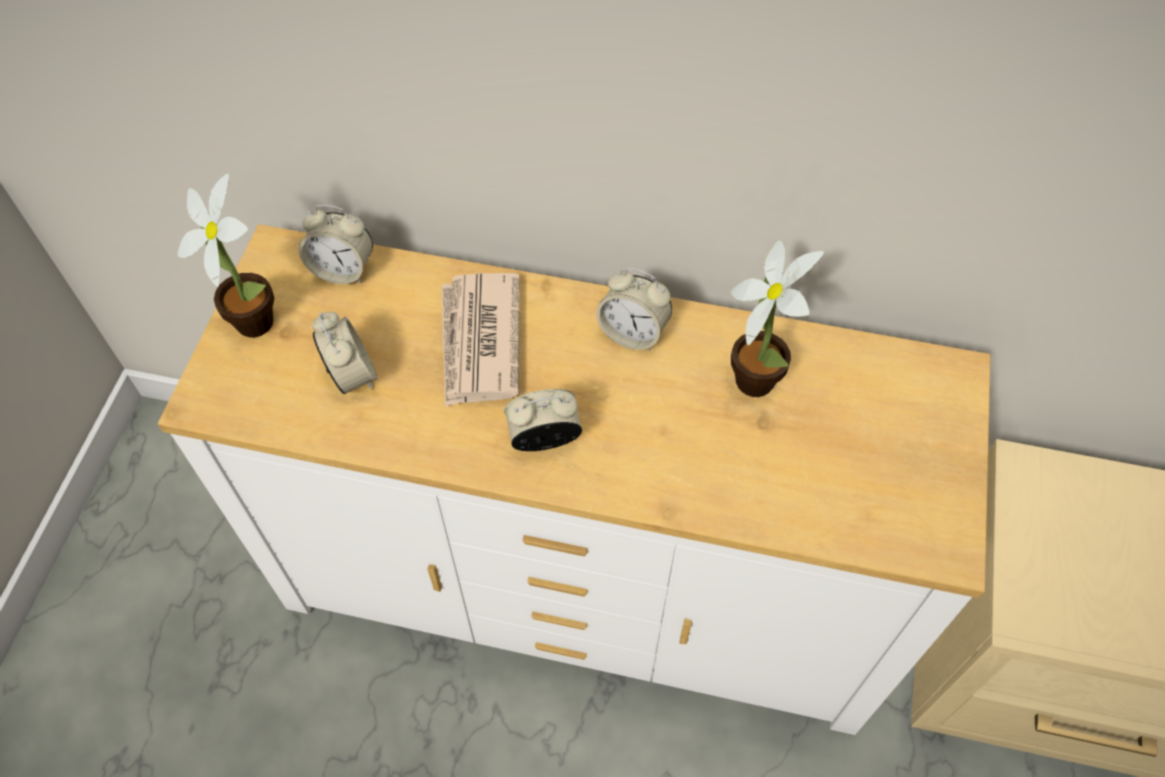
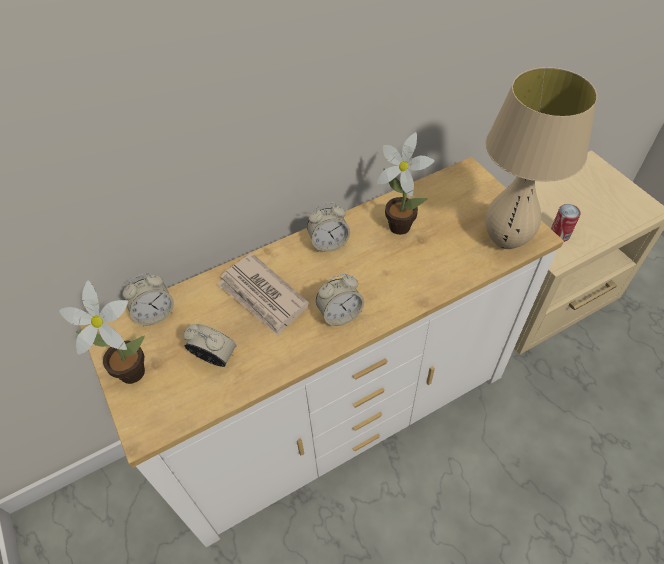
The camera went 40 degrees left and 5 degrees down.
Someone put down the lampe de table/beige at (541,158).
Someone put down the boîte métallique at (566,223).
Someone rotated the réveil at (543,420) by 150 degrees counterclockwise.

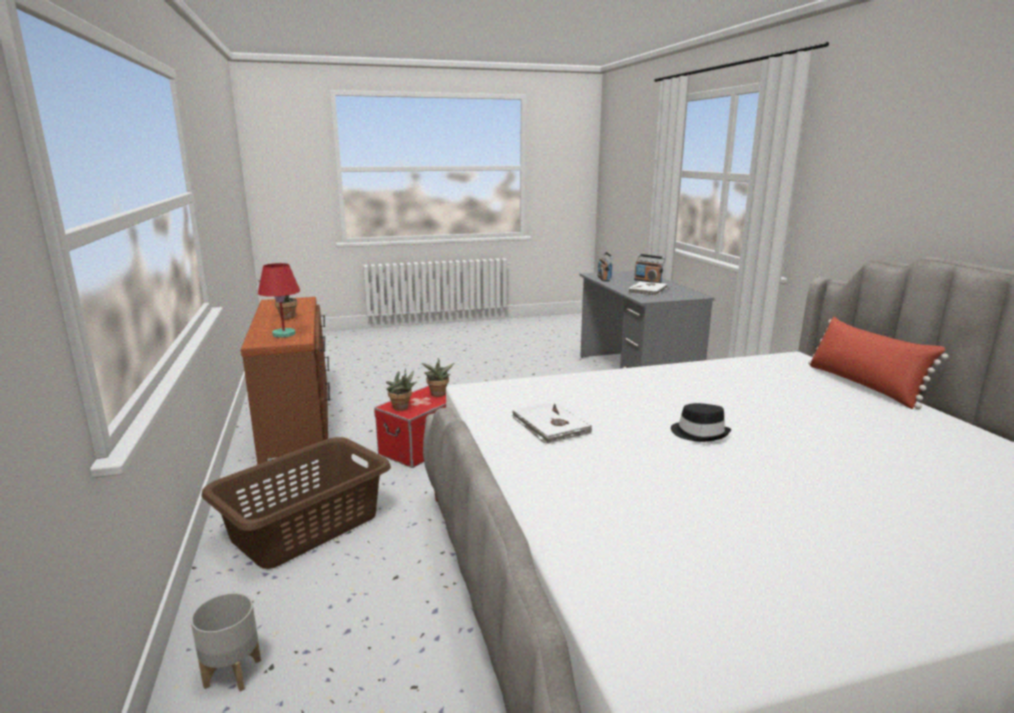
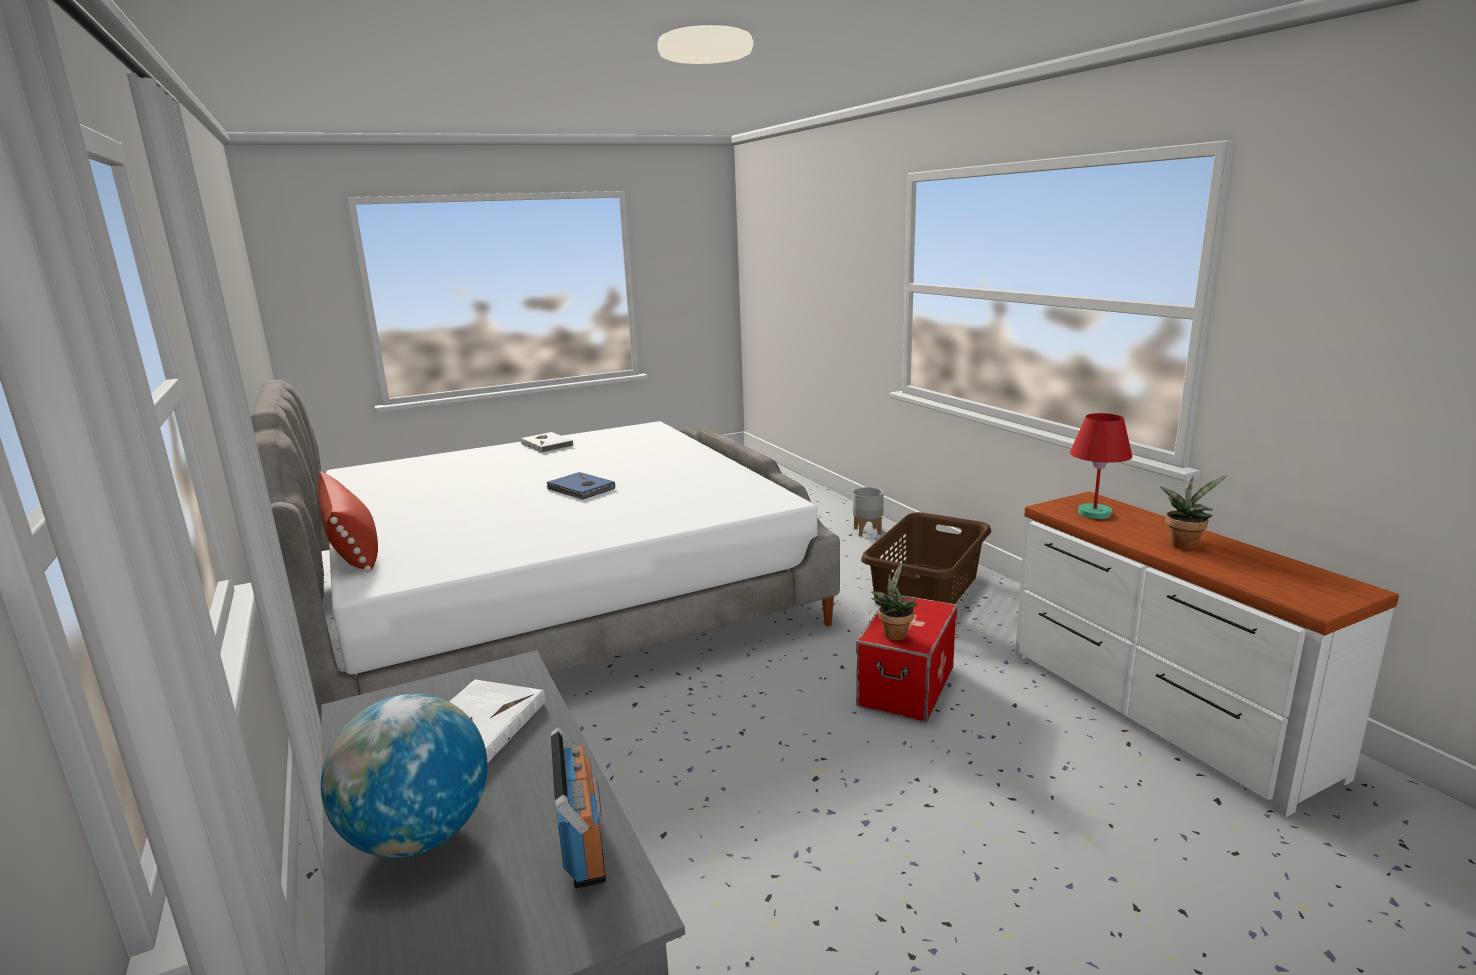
The camera went 170 degrees right and 0 degrees up.
Someone took away the plante en pot at (401,389).
Someone carried the livre/blanc from (552,422) to (547,442).
Someone swapped the radio at (650,268) for the globe at (404,776).
Someone swapped the chapeau/noir at (701,422) for the livre/bleu at (580,486).
Someone repainted the commode/marron at (285,381), which became the commode/blanc at (1207,654).

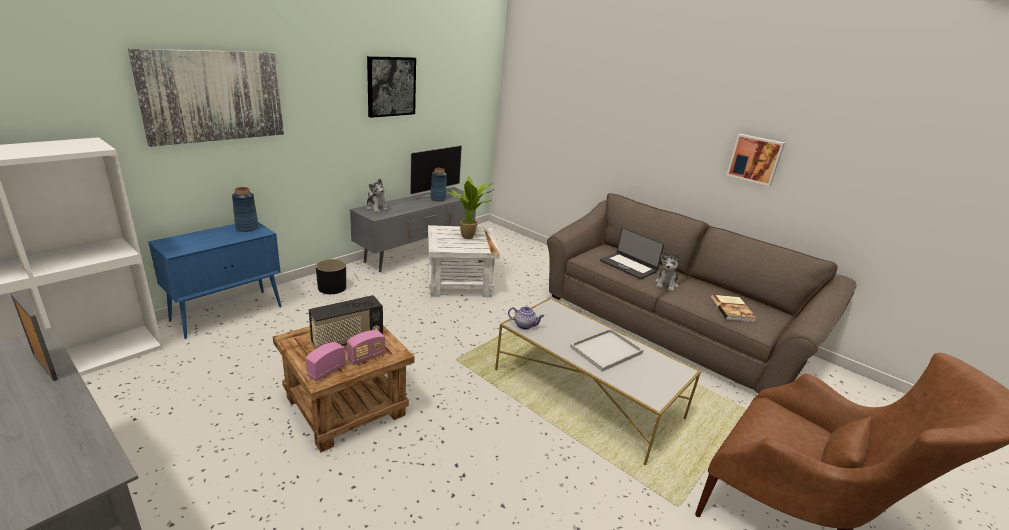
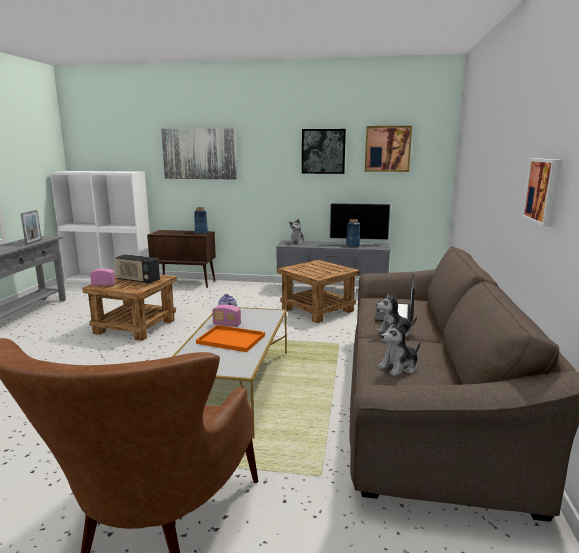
The camera went 60 degrees right and 10 degrees down.
Someone took away the cache-pot/noir at (331,276).
Someone took away the plante en pot at (470,207).
Someone put up the tableau at (388,149).
Someone carried the radio from (366,347) to (226,315).
Someone swapped the livre at (734,308) for the peluche at (399,348).
Someone repainted the meuble de rangement/bleu at (214,280), which became the meuble de rangement/marron at (181,259).
Someone repainted the table d'appoint/blanc at (464,261), which became the table d'appoint/marron at (318,291).
Someone repainted the plateau/blanc at (606,350), which became the plateau/orange at (230,338).

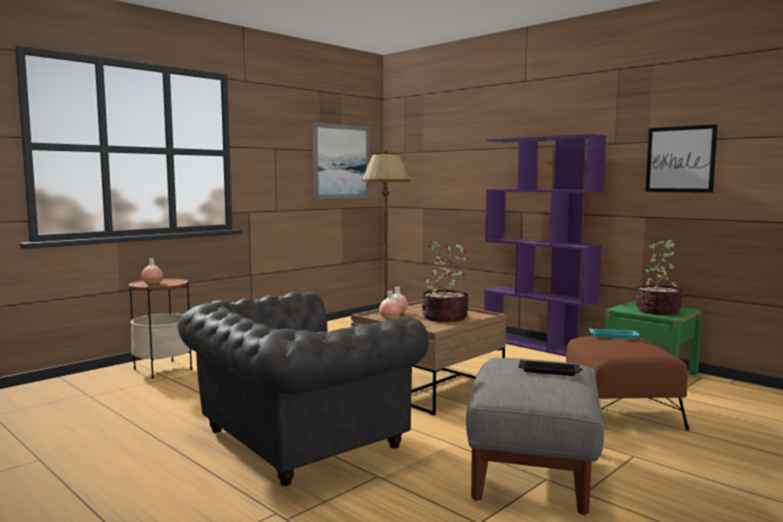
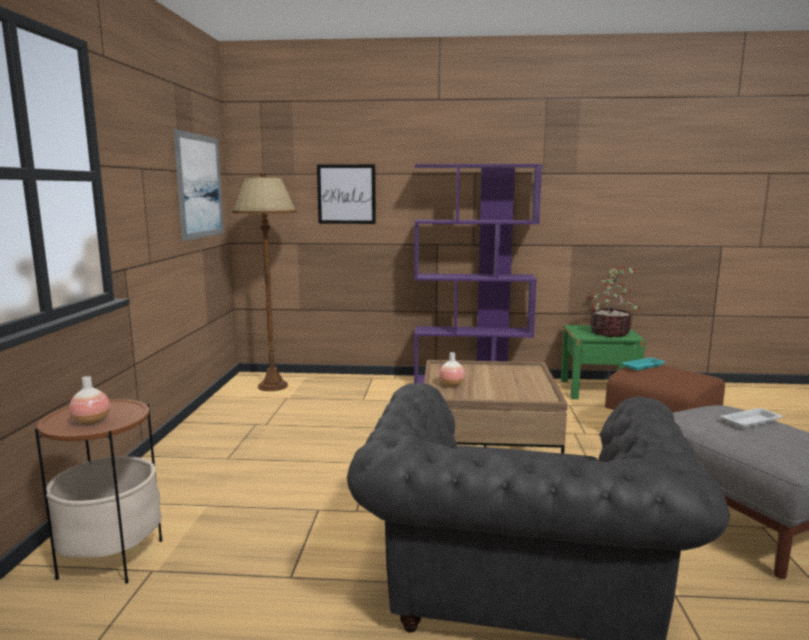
The camera went 40 degrees left and 5 degrees up.
Someone took away the vase at (390,305).
Someone took away the plante en pot at (445,280).
Someone carried the tableau from (682,158) to (346,194).
Someone repainted the plateau/noir at (550,367), which became the plateau/blanc at (752,418).

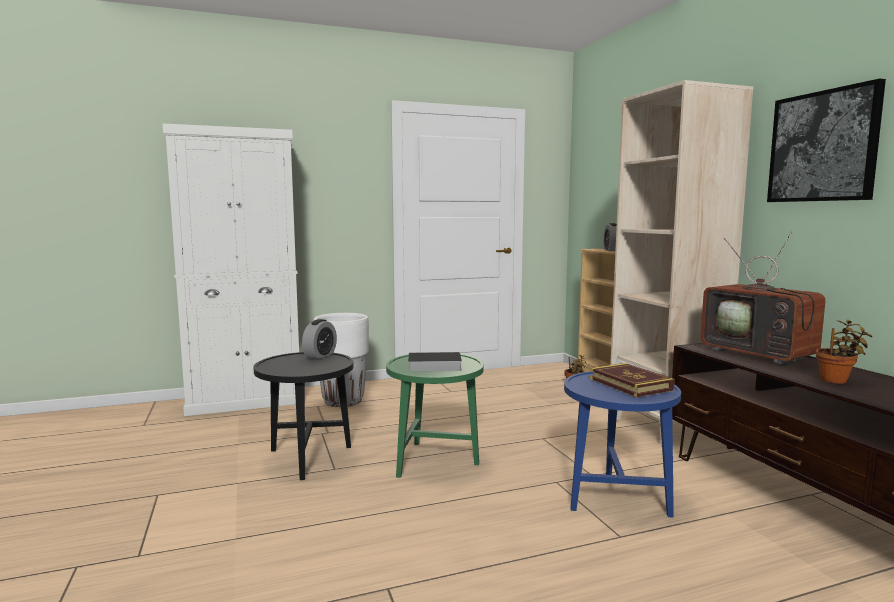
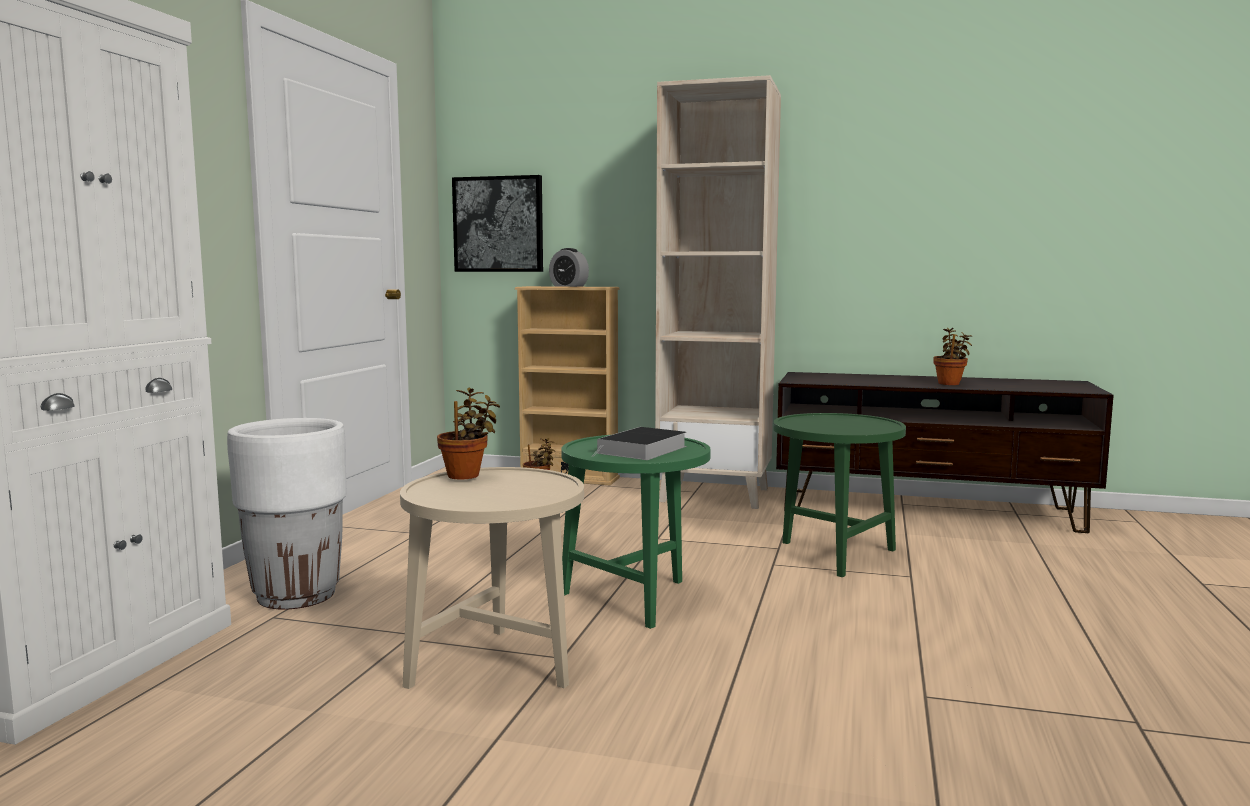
The camera went 55 degrees left and 0 degrees up.
Someone took away the livre at (632,380).
Someone took away the téléviseur at (763,298).
Someone carried the tableau from (826,140) to (497,223).
Someone swapped the réveil at (319,339) for the plante en pot at (468,433).
Someone repainted the table d'appoint/noir at (303,416), which became the table d'appoint/beige at (492,578).
Someone repainted the table d'appoint/bleu at (622,444), which became the table d'appoint/vert at (839,495).

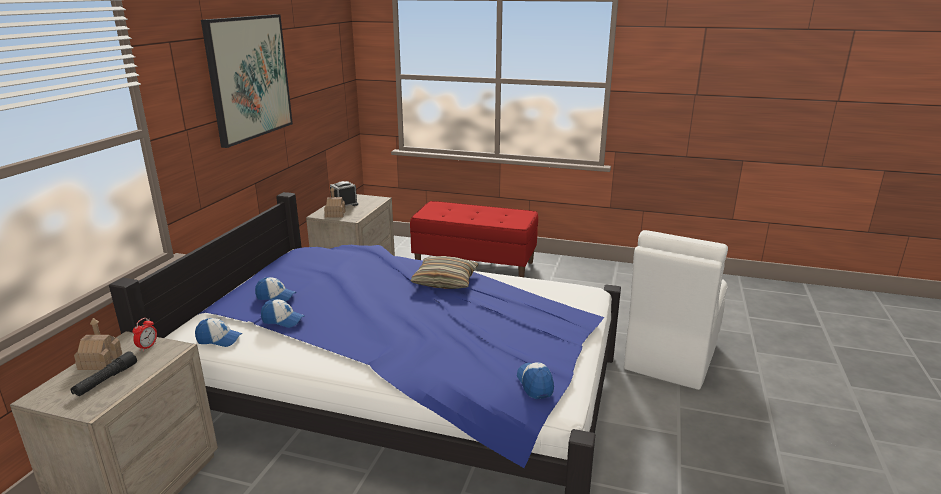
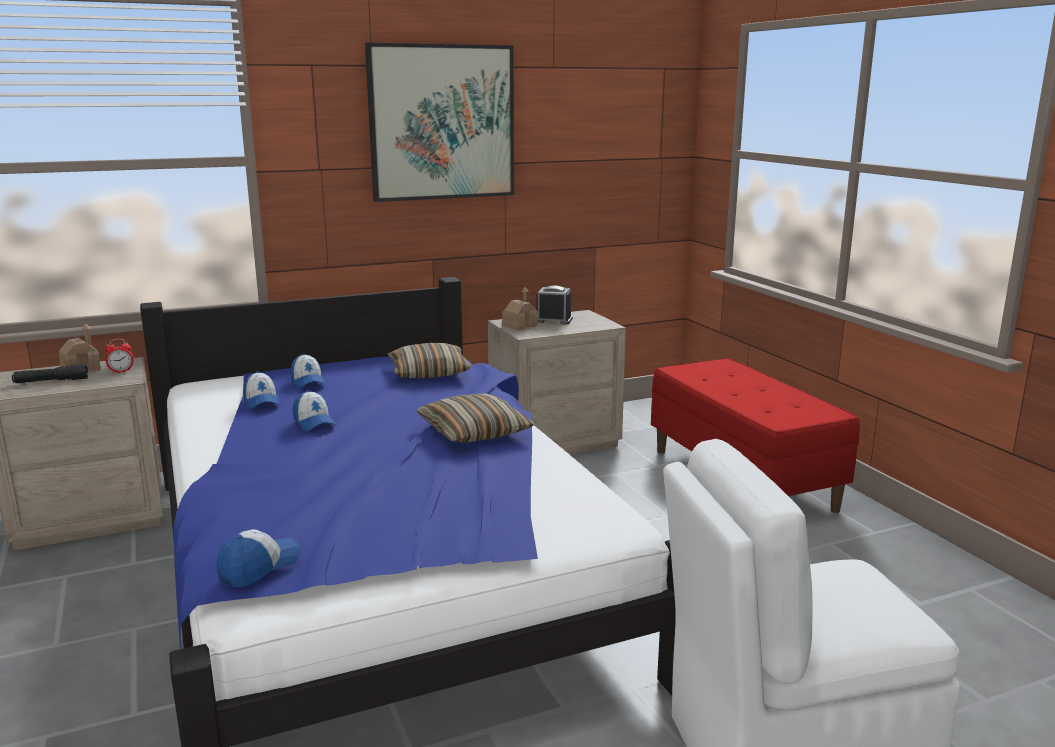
The camera went 50 degrees right and 5 degrees down.
Someone put down the coussin at (429,360).
Someone carried the casquette from (219,332) to (314,410).

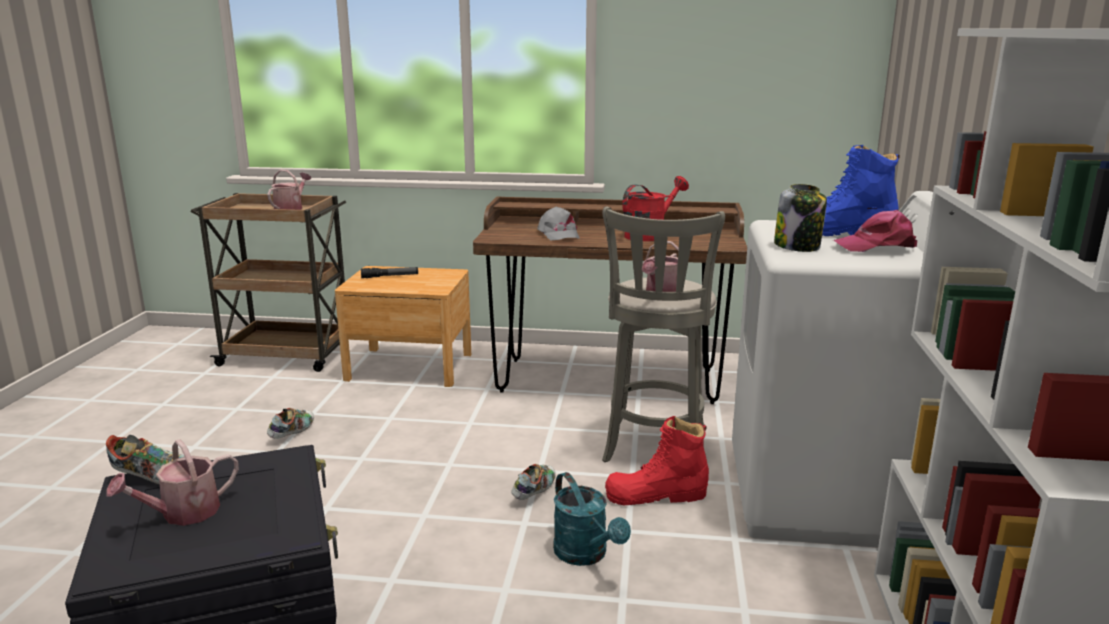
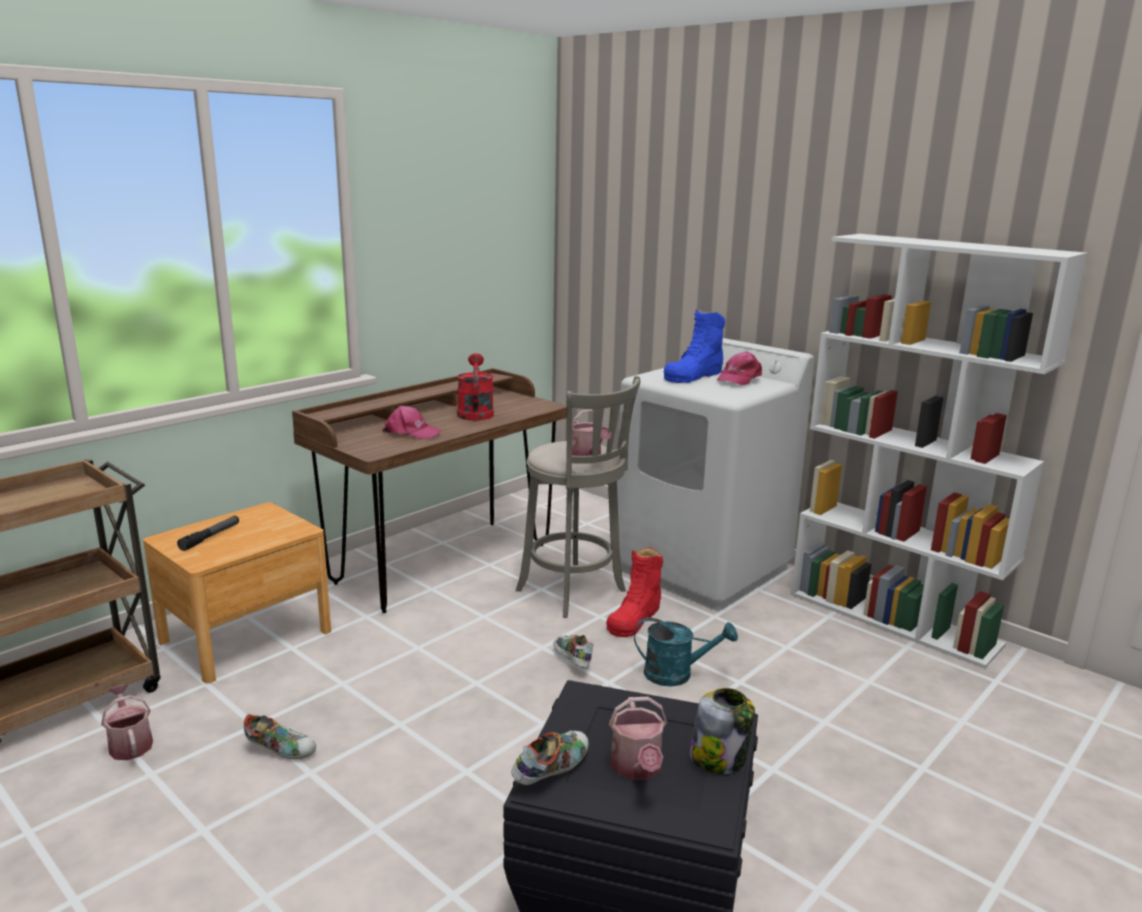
The camera went 55 degrees left and 0 degrees up.
Someone carried the arrosoir from (289,190) to (127,722).
Someone carried the bocal from (800,218) to (722,731).
Someone repainted the casquette/gris at (558,223), which became the casquette/rose at (411,423).
Someone rotated the chaussure at (290,423) by 135 degrees clockwise.

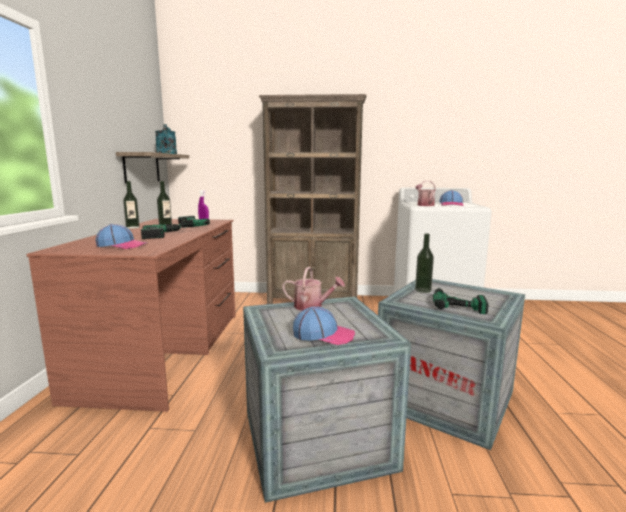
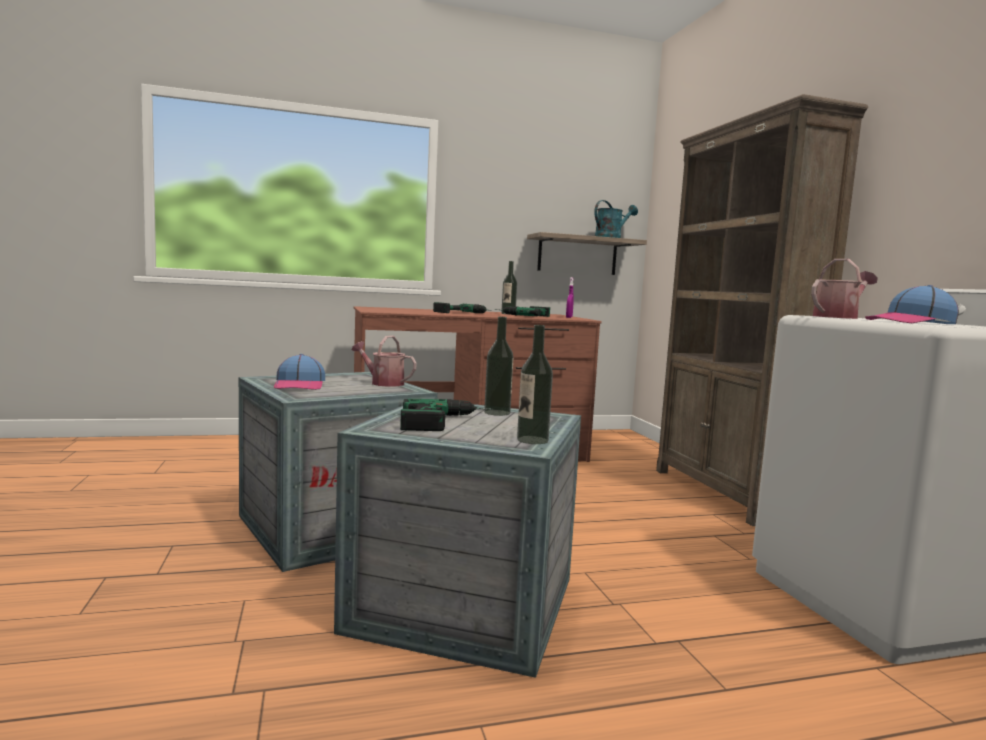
The camera went 70 degrees right and 5 degrees down.
Someone took away the casquette at (121,236).
Someone carried the bouteille from (131,205) to (535,384).
Someone rotated the arrosoir at (313,289) by 120 degrees clockwise.

